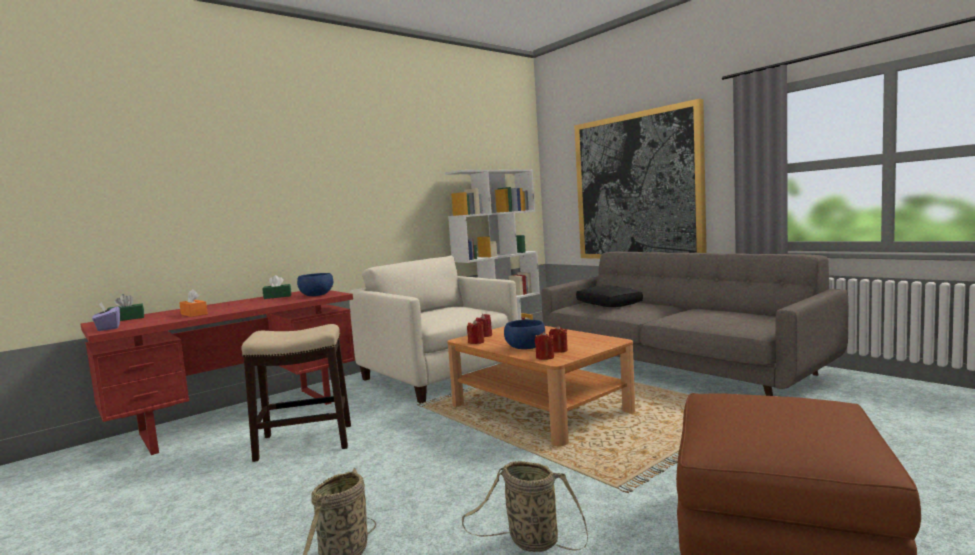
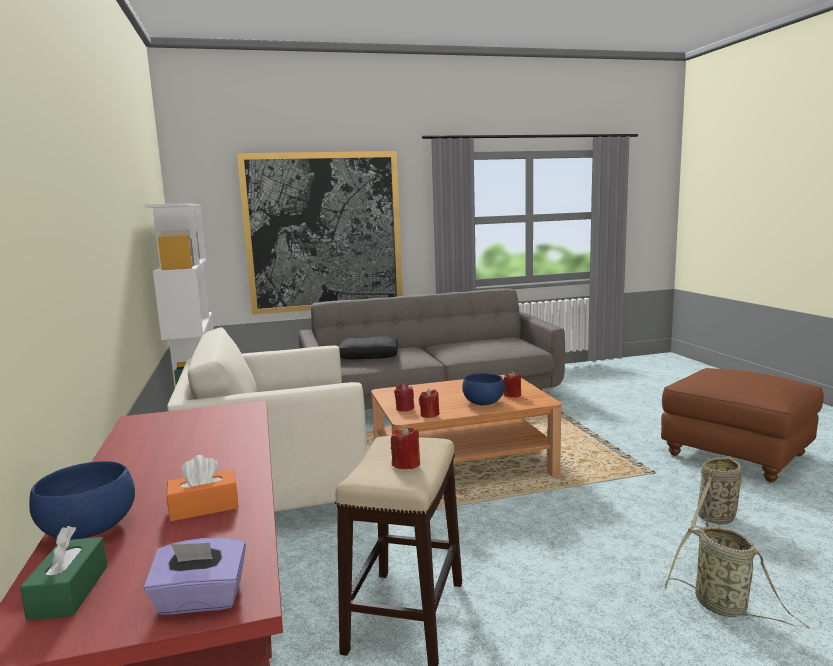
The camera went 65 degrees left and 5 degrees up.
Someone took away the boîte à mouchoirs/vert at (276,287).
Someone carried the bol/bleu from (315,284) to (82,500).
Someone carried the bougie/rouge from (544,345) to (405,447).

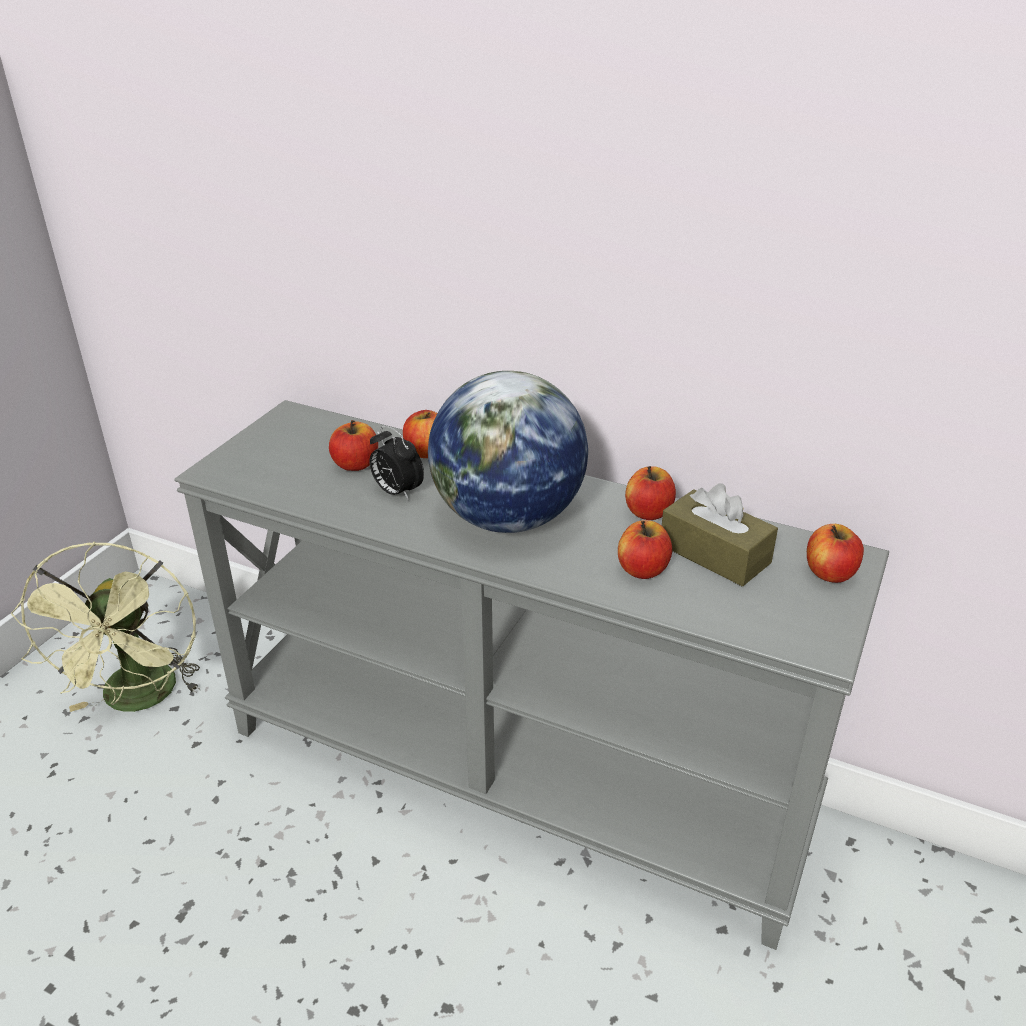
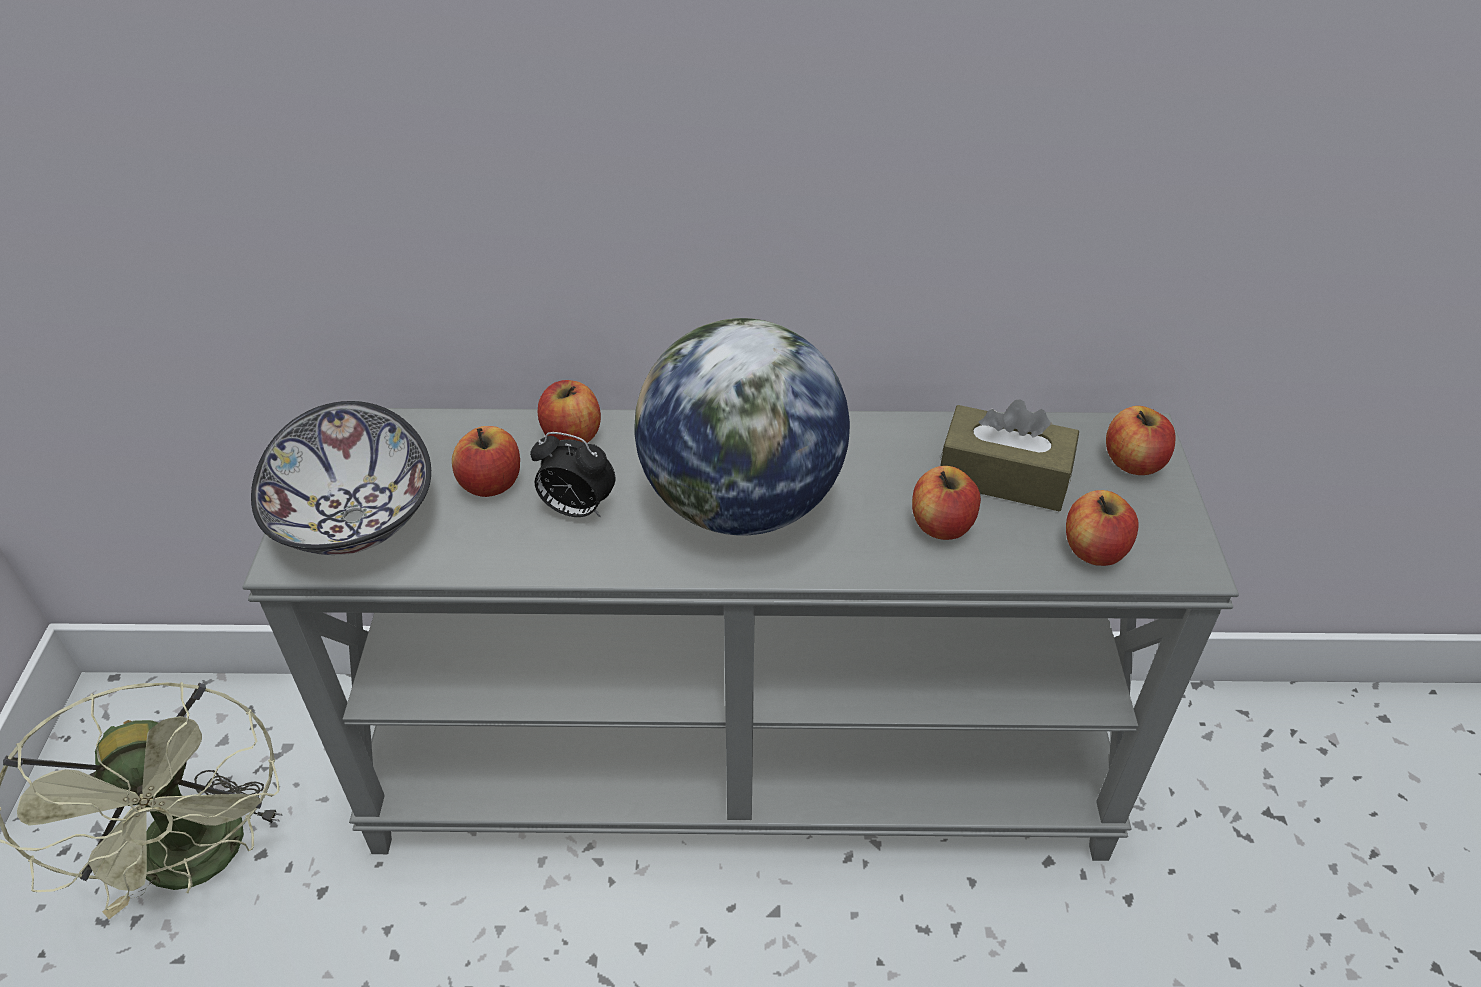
The camera went 25 degrees left and 10 degrees up.
Someone put down the bol at (341,478).
Someone carried the pomme from (650,493) to (1102,528).

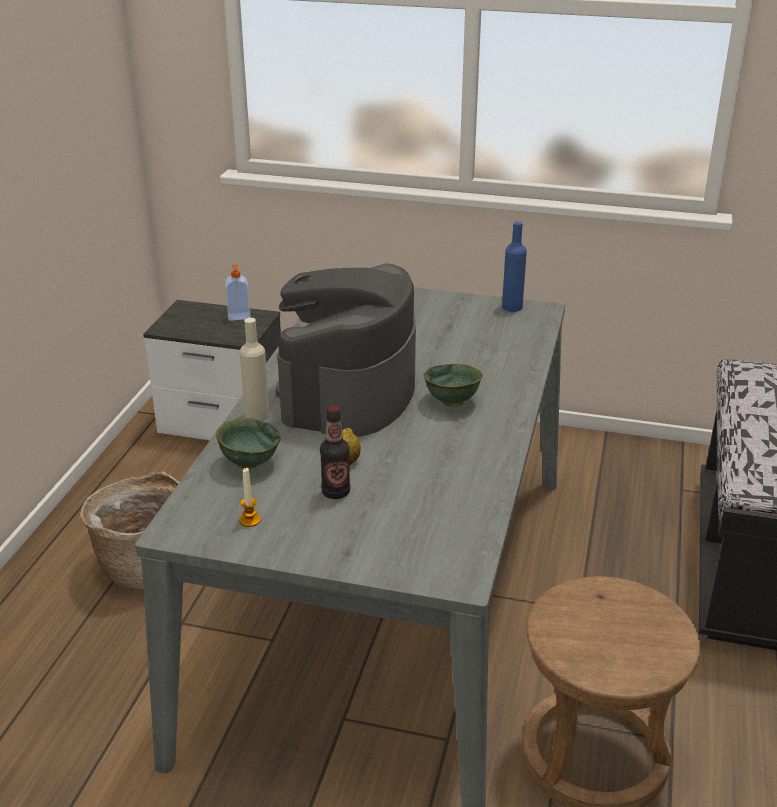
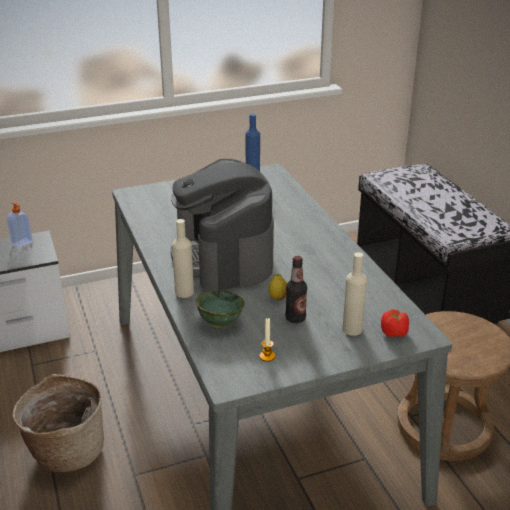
The camera went 35 degrees left and 0 degrees up.
Someone took away the bol/vert at (453,385).
Someone put down the bouteille/beige at (354,294).
Someone put down the tomate at (395,323).

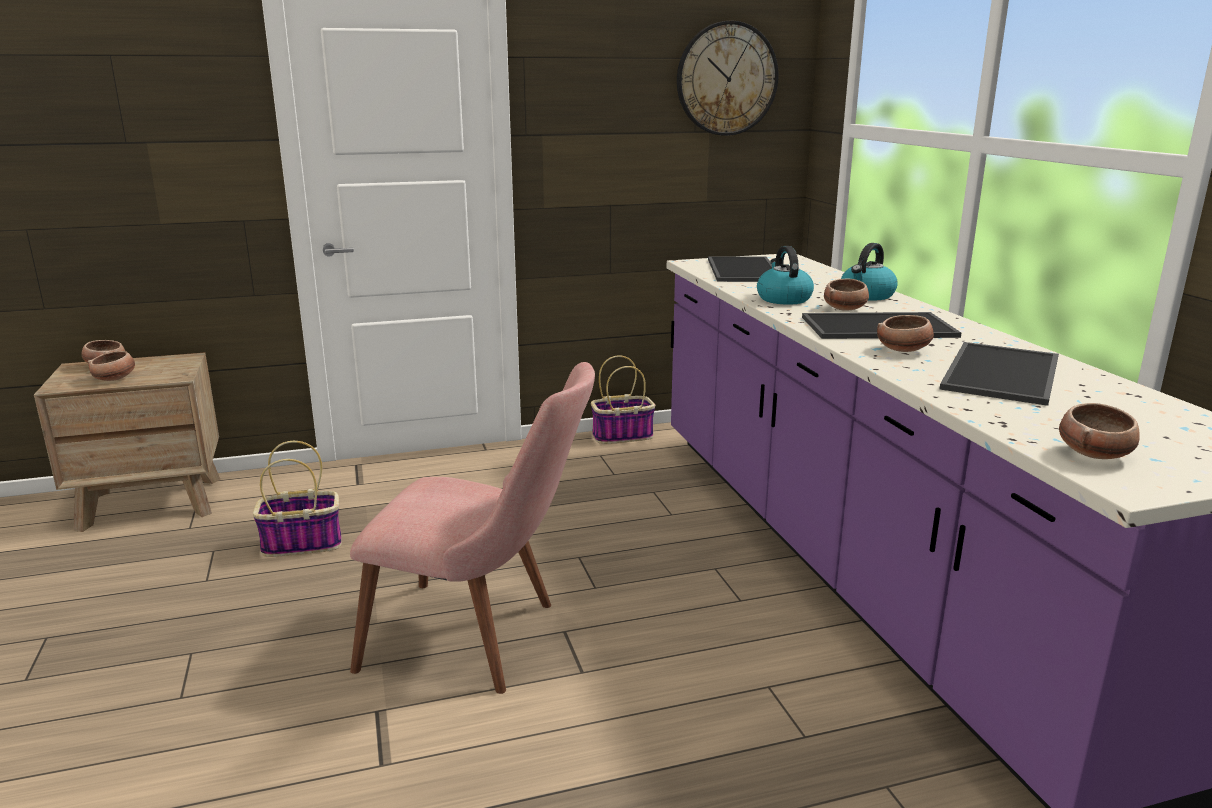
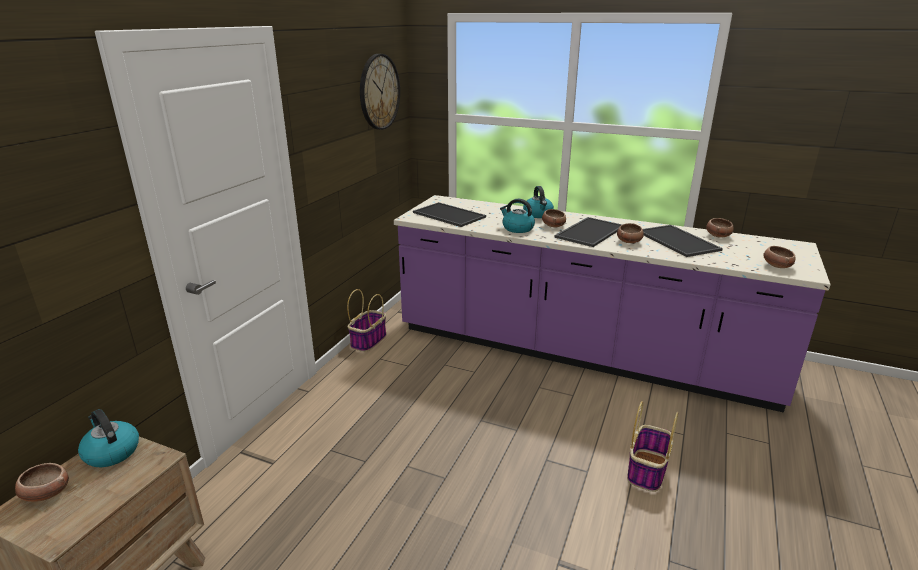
The camera went 50 degrees left and 5 degrees up.
Someone took away the chaise/rose at (472,528).
Someone put down the bouilloire at (108,438).
Someone carried the bol from (111,366) to (719,228).
Someone carried the panier from (297,499) to (652,446).

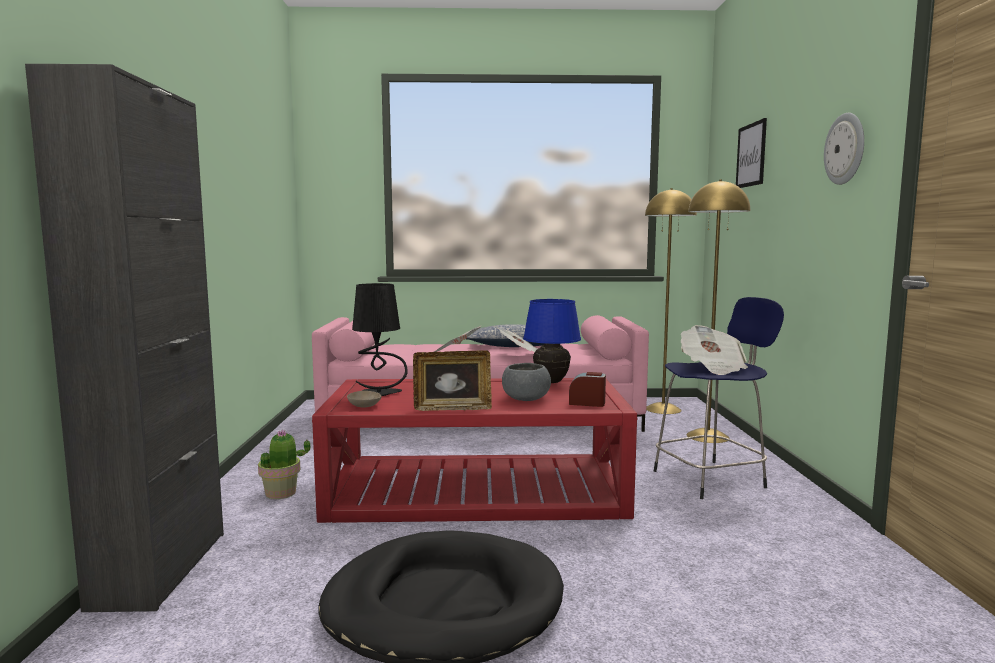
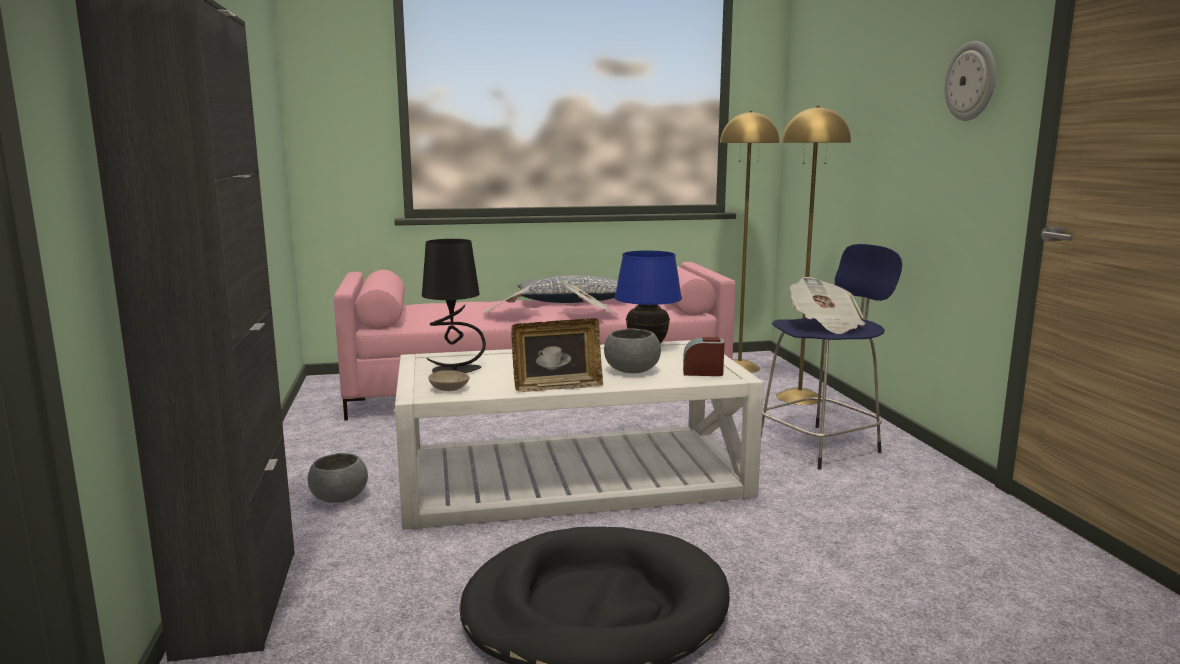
The camera went 10 degrees left and 5 degrees up.
Someone took away the tableau at (751,153).
Someone swapped the plante en pot at (284,464) for the bol/gris at (338,478).
Someone repainted the table basse/rouge at (475,450), which became the table basse/blanc at (579,435).

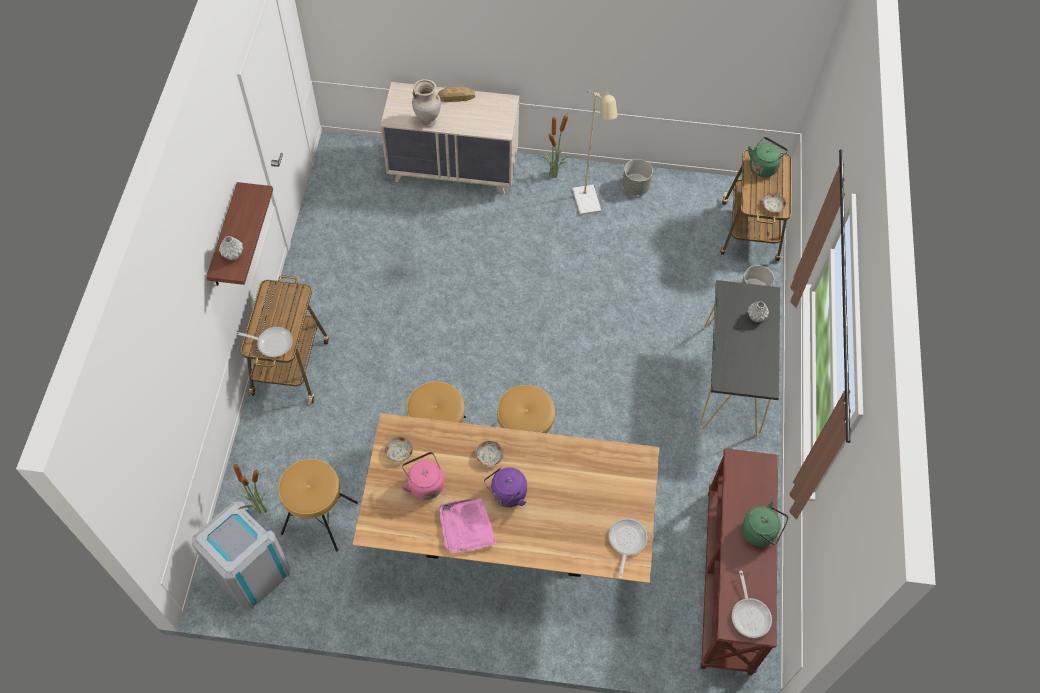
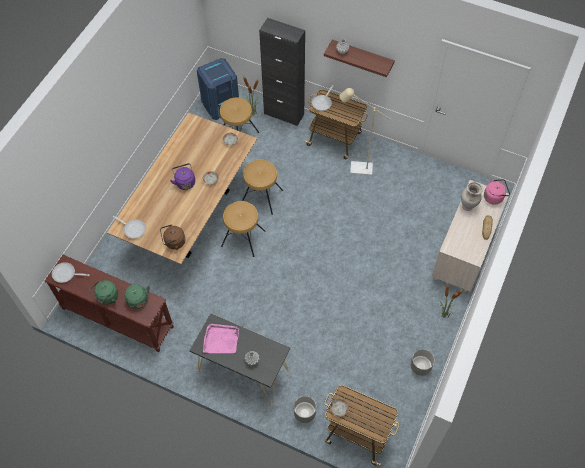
The camera went 110 degrees right and 0 degrees up.
Someone put down the bouilloire/marron at (172,237).
Someone put down the meuble de rangement/noir at (282,72).
Someone carried the bouilloire/rose from (422,476) to (497,191).
Someone carried the plateau/rose from (468,525) to (221,338).
Someone carried the lampadaire/beige from (594,152) to (365,132).
Someone carried the bouilloire/vert from (768,157) to (137,296).
Someone repainted the poubelle/gris at (241,555), which became the poubelle/bleu at (218,89).

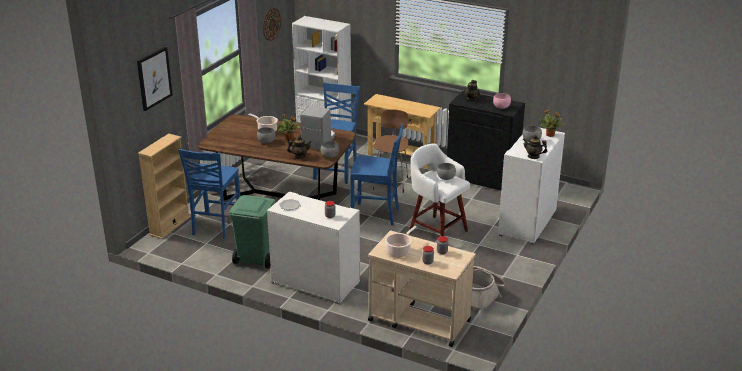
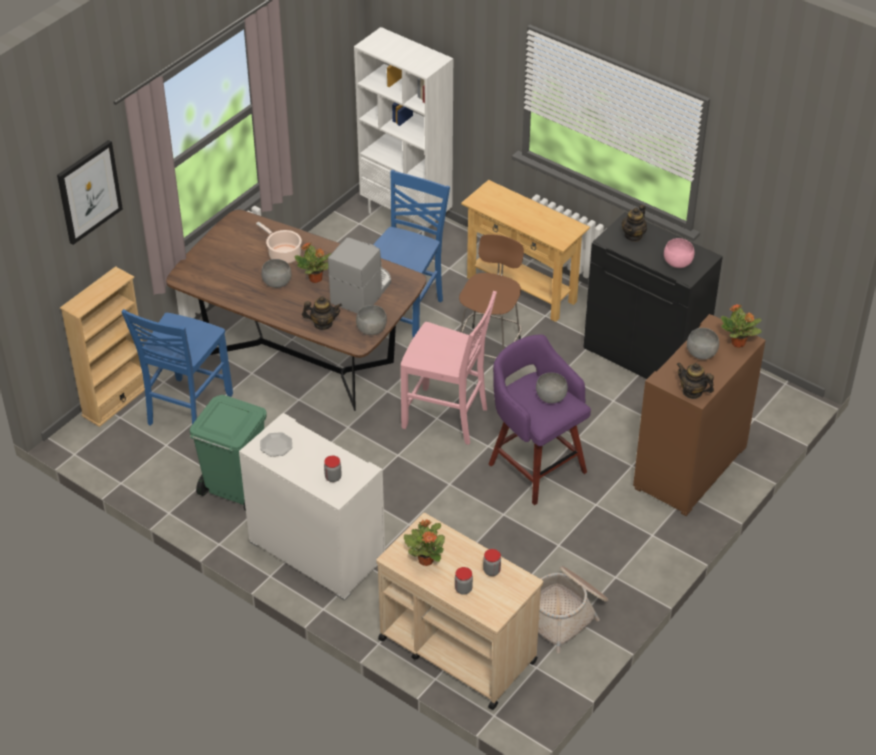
The camera went 10 degrees right and 15 degrees up.
Someone took away the horloge murale at (272,24).
Someone swapped the marmite at (401,241) for the plante en pot at (424,543).
Someone repainted the chaise/bleu at (377,175), which became the chaise/rose at (449,368).
Someone repainted the tabouret/blanc at (439,189), which became the tabouret/violet at (540,420).
Someone repainted the meuble de rangement/blanc at (531,186), which became the meuble de rangement/marron at (699,415).

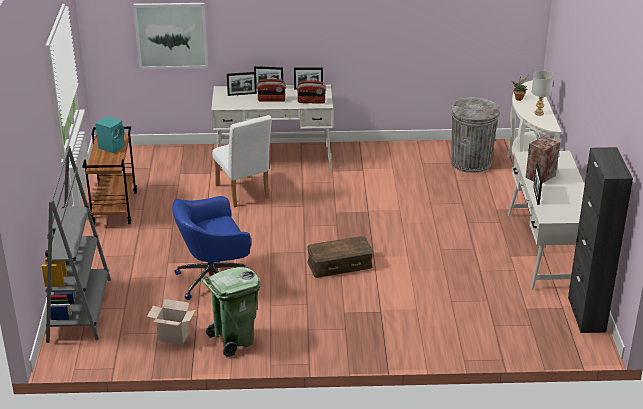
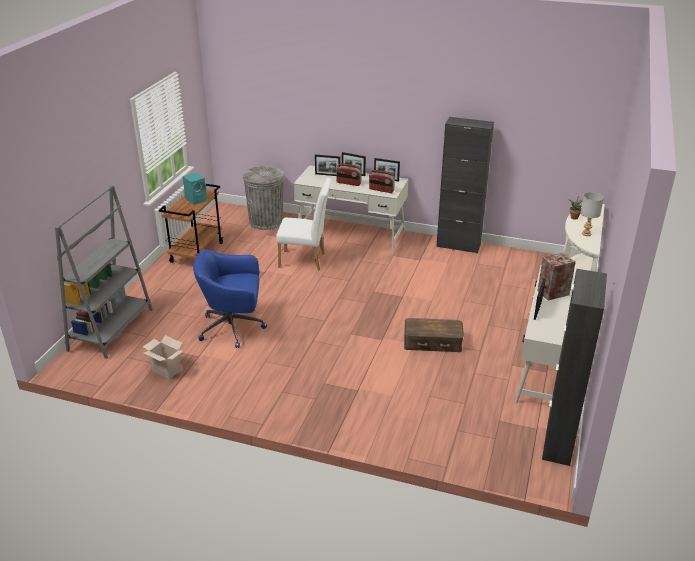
The camera went 20 degrees right and 0 degrees up.
Someone took away the tableau at (170,36).
Someone took away the poubelle/vert at (230,312).
Someone put down the meuble de rangement/noir at (465,185).
Someone carried the boîte de rangement/marron from (340,257) to (434,335).
Someone carried the poubelle/gris from (475,135) to (263,198).
Someone rotated the chaise/blanc at (242,161) by 75 degrees counterclockwise.

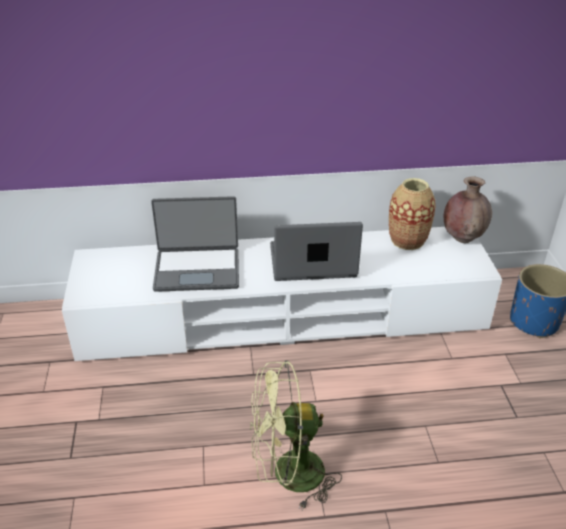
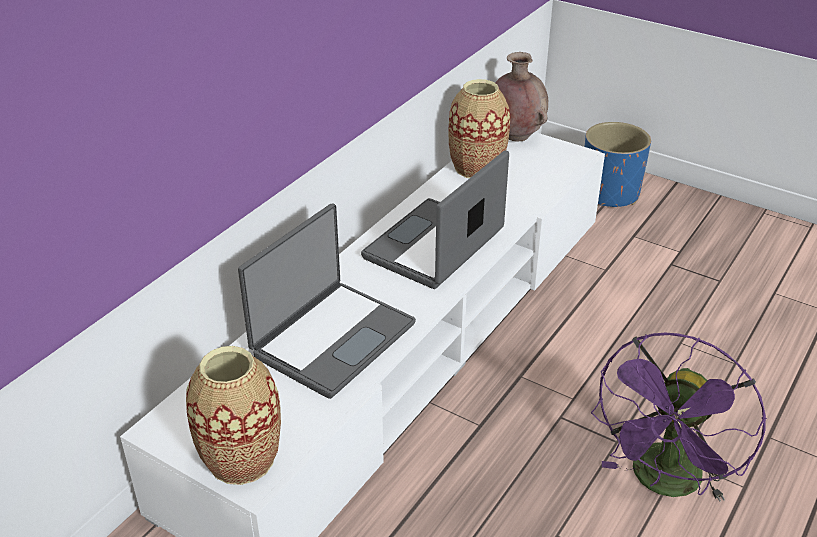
The camera went 50 degrees left and 0 degrees up.
Someone put down the vase at (233,415).
Someone repainted the ventilateur/vert at (296,435), which became the ventilateur/violet at (679,417).

